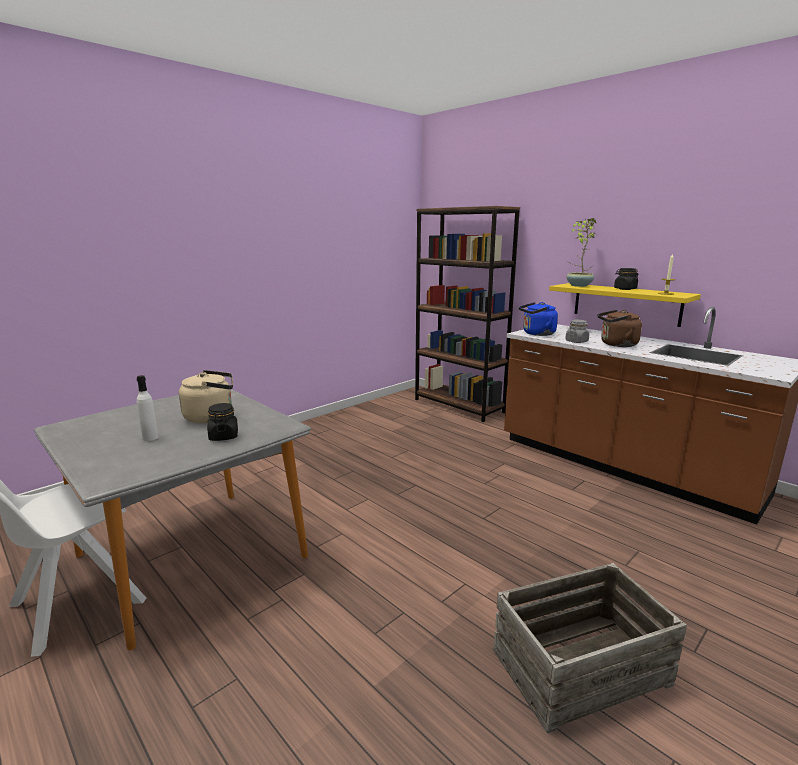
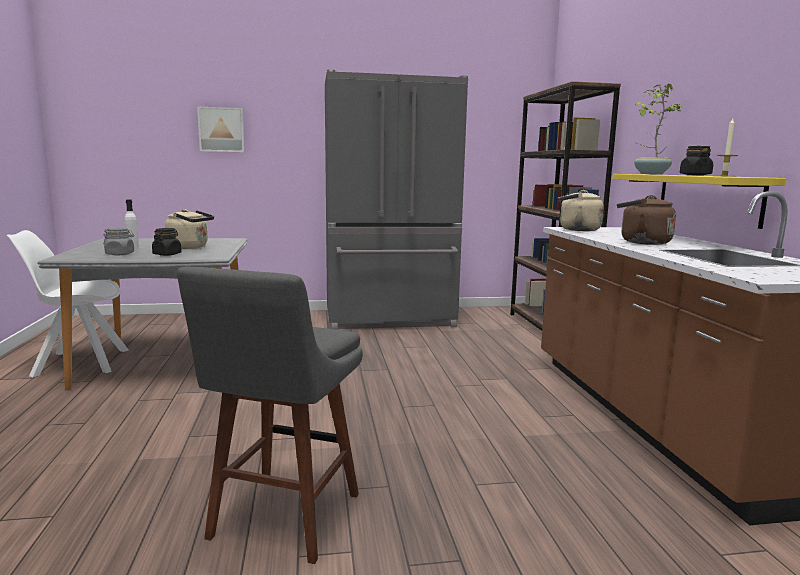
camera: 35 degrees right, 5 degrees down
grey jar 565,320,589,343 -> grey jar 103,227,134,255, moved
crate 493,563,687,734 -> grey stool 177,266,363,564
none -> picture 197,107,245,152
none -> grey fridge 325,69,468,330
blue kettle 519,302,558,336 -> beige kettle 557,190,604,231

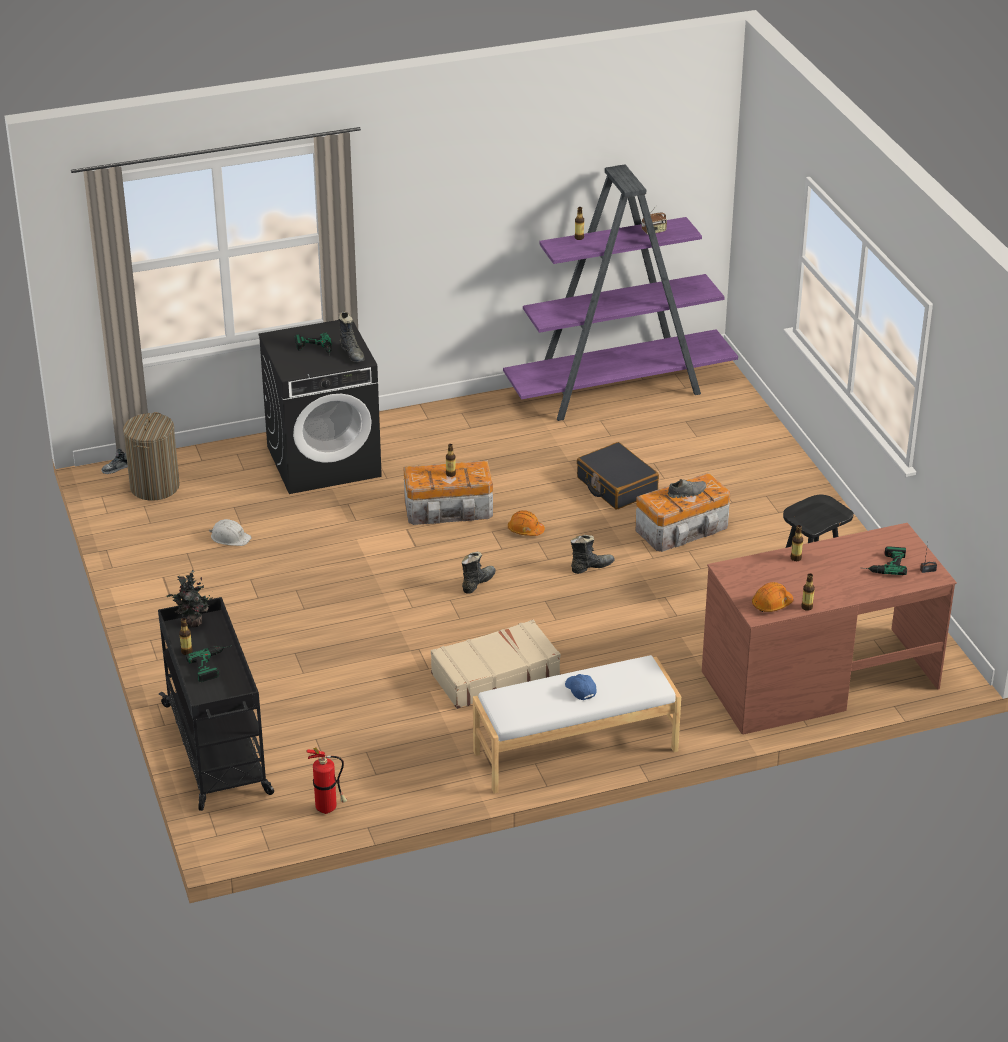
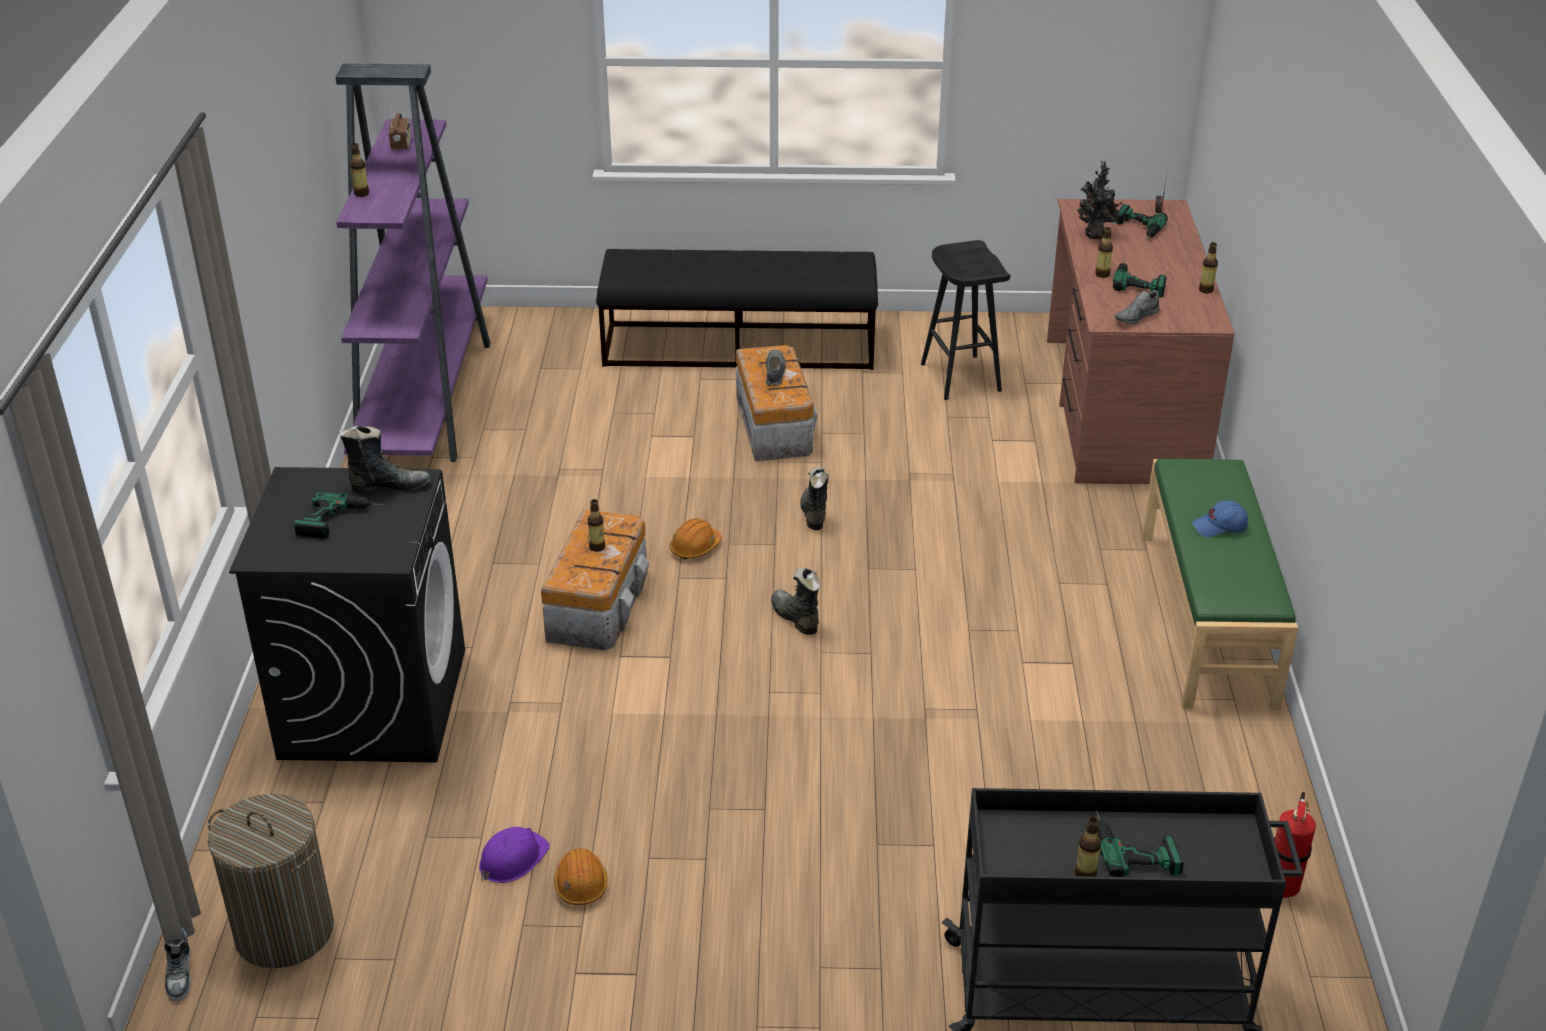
camera: 70 degrees left, 0 degrees up
white hard hat 209,519,252,546 -> purple hard hat 479,827,550,883
orange hard hat 752,582,793,612 -> orange hard hat 554,848,608,905, moved
none -> black bench 596,249,878,370
potted plant 167,570,213,628 -> potted plant 1077,161,1122,239, moved
none -> power drill 1112,260,1166,298
none -> grey shoe 1115,291,1160,325
white bench 473,655,681,794 -> green bench 1142,459,1298,710
beige suitcase 431,620,561,709 -> none
black suitcase 577,442,659,510 -> none

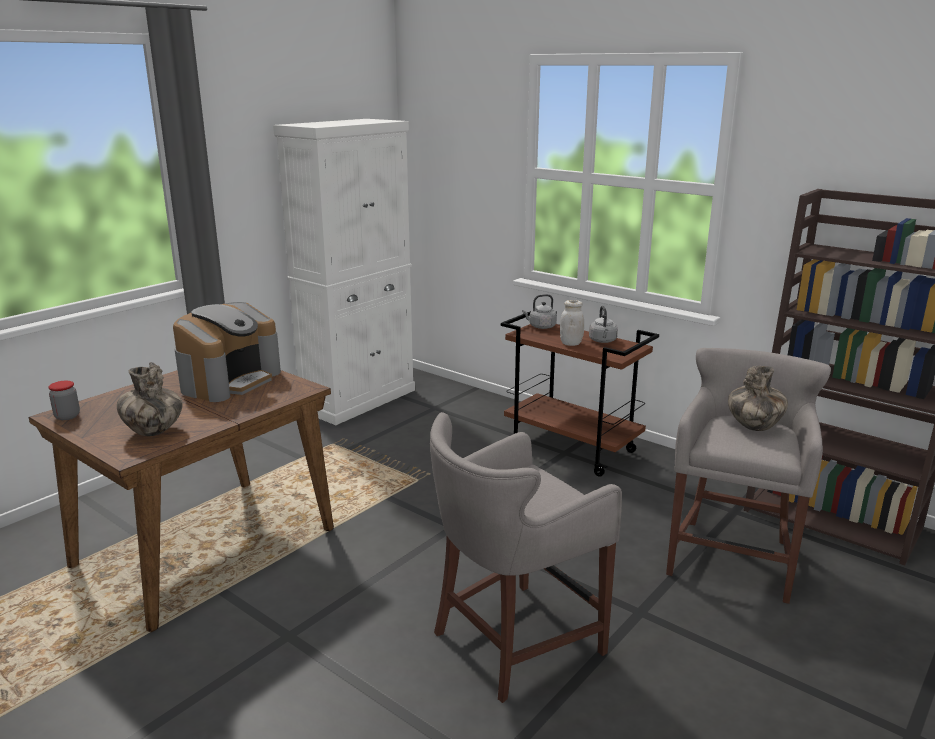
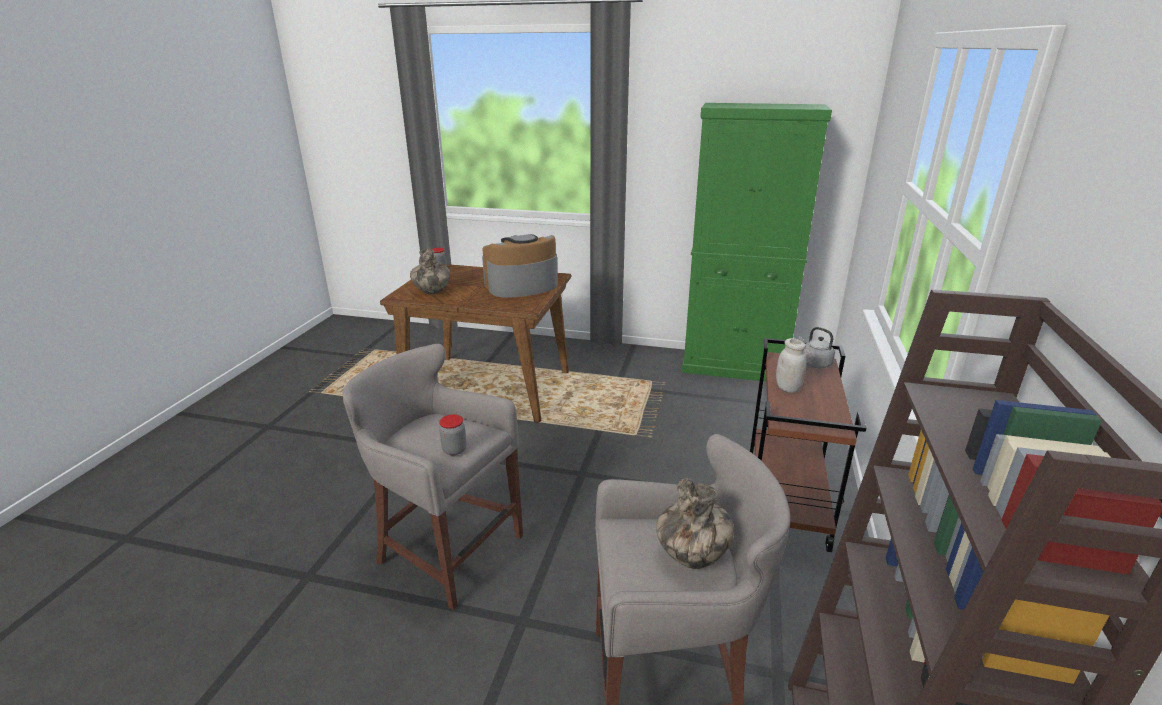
camera: 65 degrees right, 5 degrees up
none -> jar 439,414,467,455
coffee machine 173,302,281,402 -> coffee machine 482,234,558,298, 150 degrees clockwise
white cabinet 273,119,415,425 -> green cabinet 682,103,832,382
grey kettle 589,306,618,343 -> none

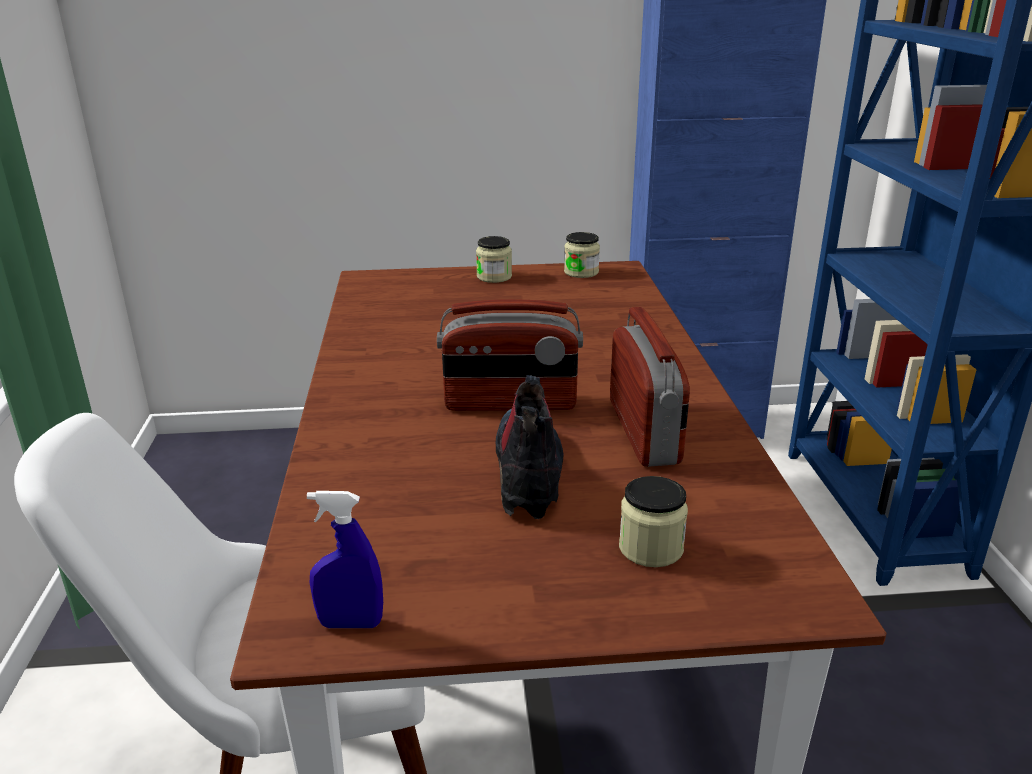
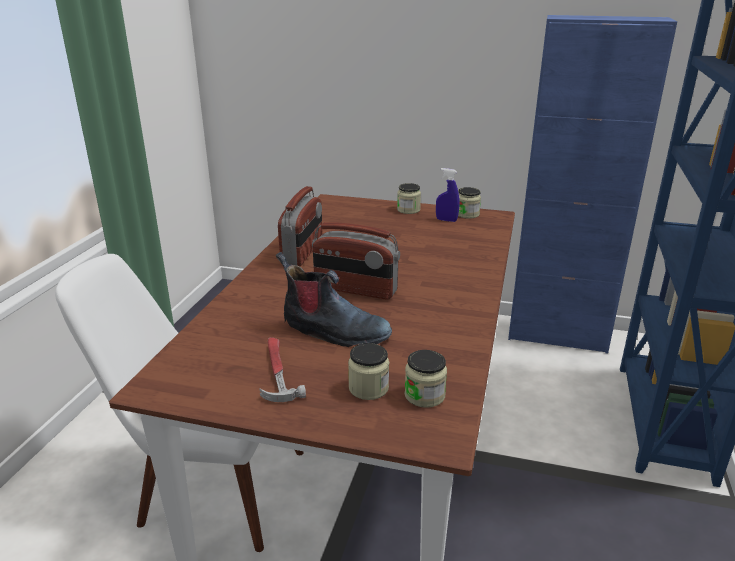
camera: 20 degrees right, 0 degrees up
none -> hammer 259,337,306,402
boot 496,375,564,519 -> boot 276,252,392,347, 90 degrees clockwise
radio 610,307,690,467 -> radio 278,186,323,266, moved
none -> jar 405,350,447,408
blue spray bottle 307,491,383,628 -> blue spray bottle 436,168,460,222, moved

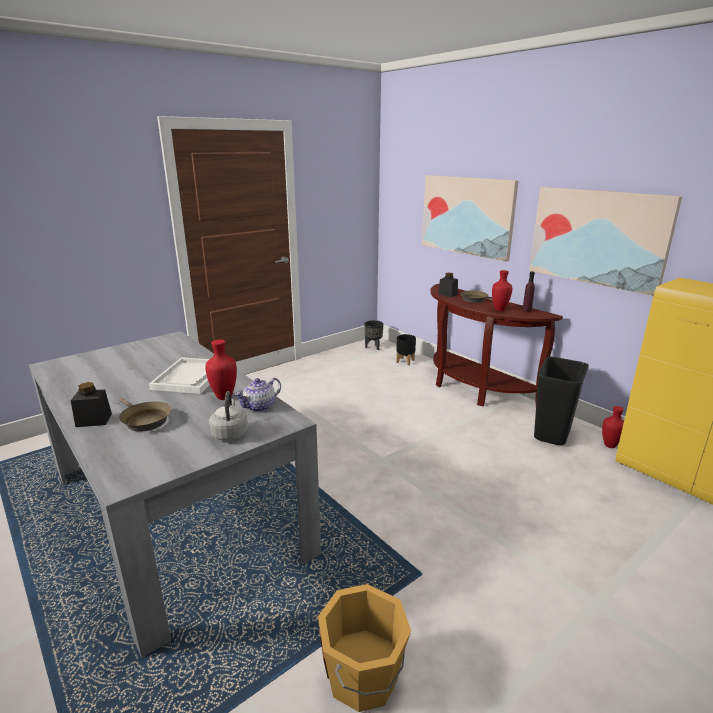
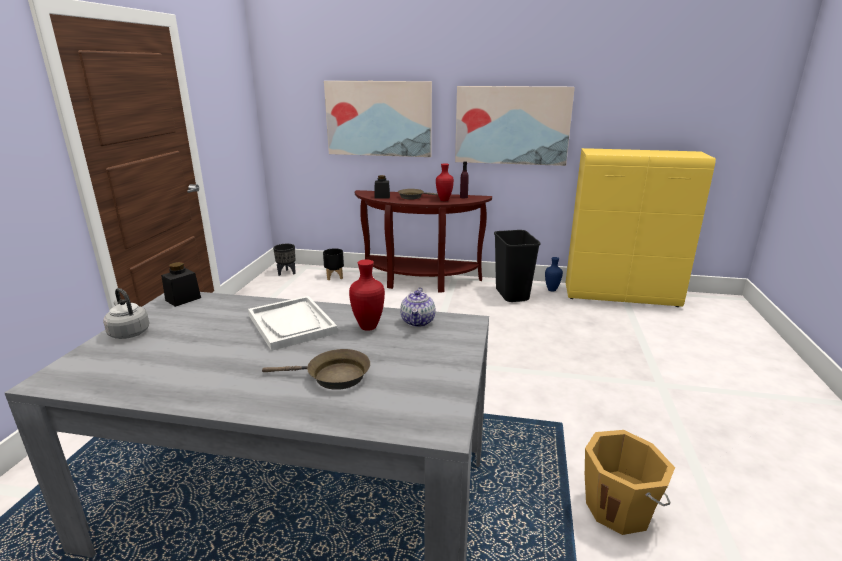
camera: 40 degrees left, 0 degrees up
grey kettle 209,391,248,441 -> grey kettle 103,288,149,339, moved
black jar 71,382,112,427 -> black jar 161,262,201,307, moved
red vase 602,406,624,448 -> blue vase 545,257,563,292

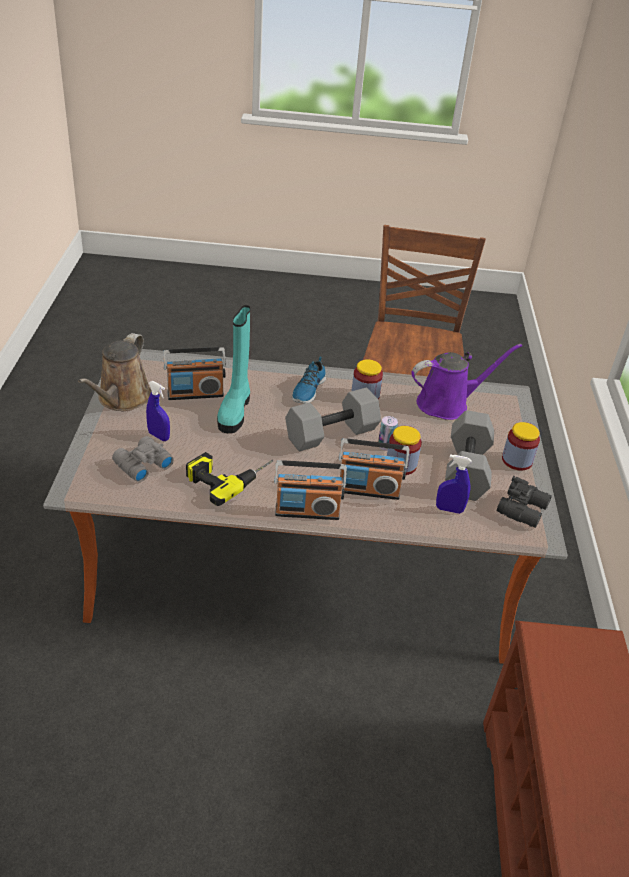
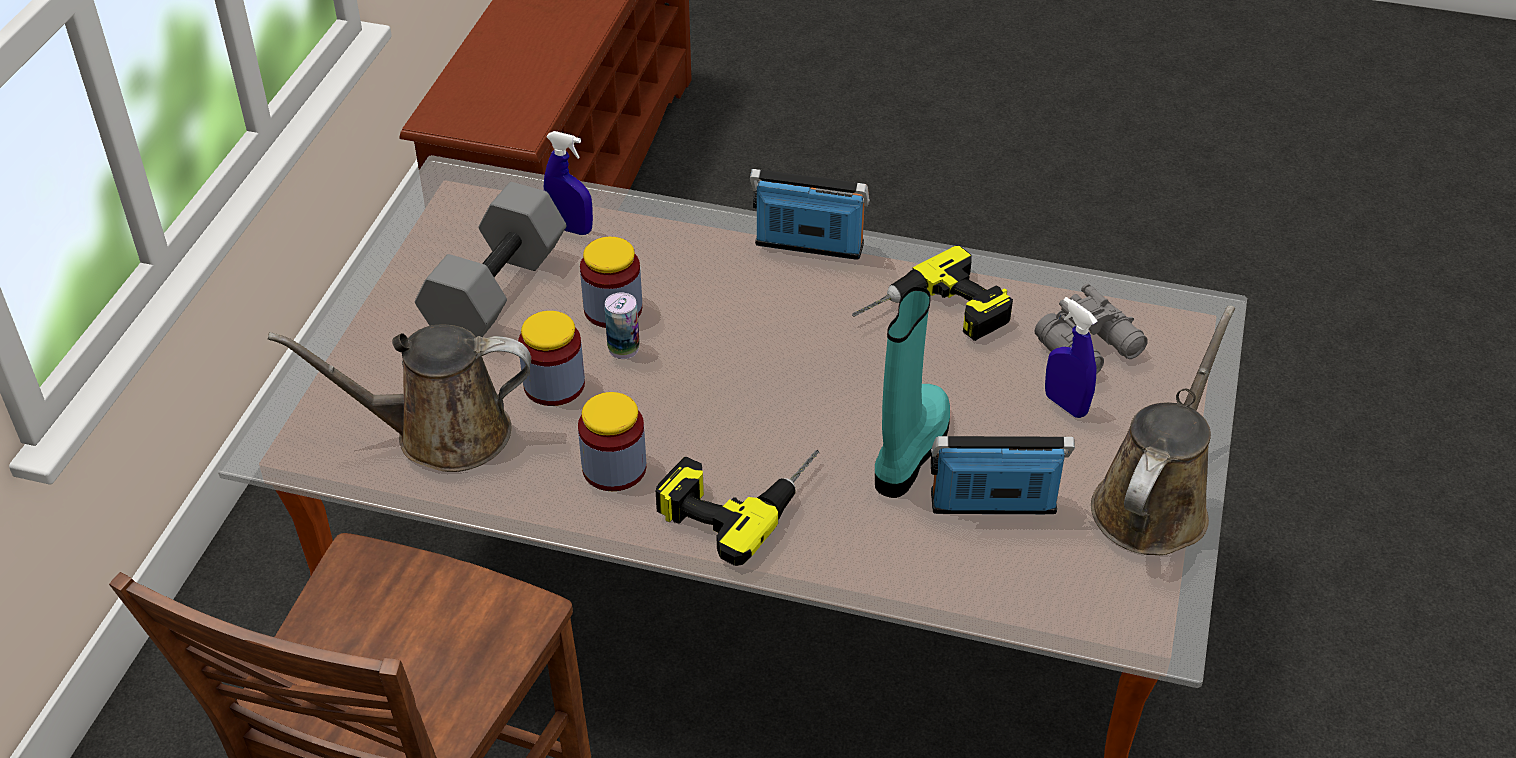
camera: 165 degrees left, 5 degrees up
purple watering can 411,344,522,420 -> brown watering can 268,324,531,472
jar 502,422,540,471 -> jar 518,311,585,406, moved
shoe 292,357,326,404 -> power drill 656,450,820,566
grey dumbbell 285,387,381,452 -> none
radio 339,438,409,500 -> none
black binoculars 497,476,552,528 -> none

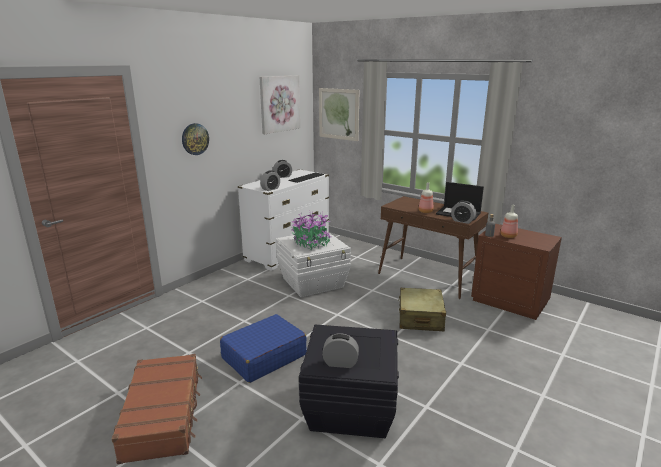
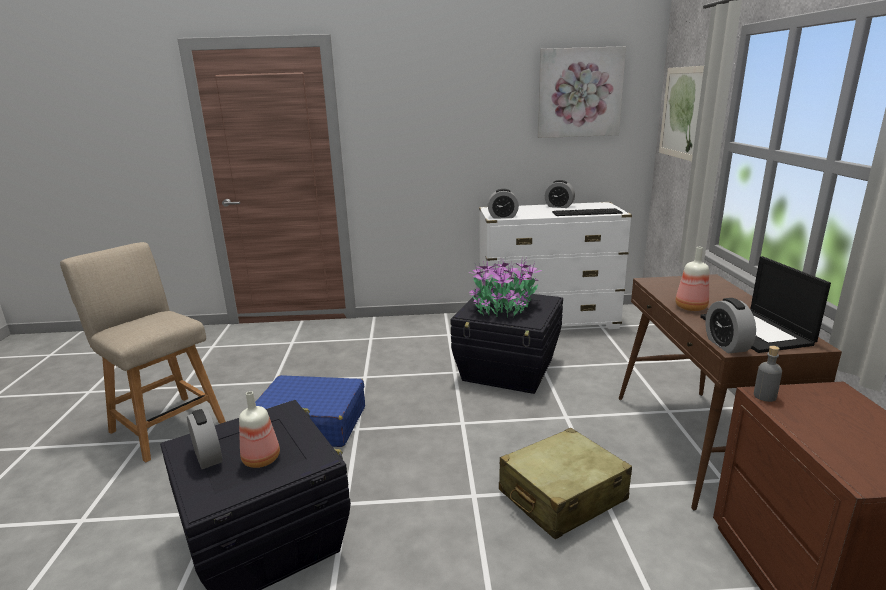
camera: 50 degrees right, 0 degrees up
brown suitcase 111,354,202,464 -> beige chair 60,242,226,462
bottle 500,205,518,238 -> bottle 239,391,280,468, moved
white storage box 276,231,351,298 -> black storage box 451,291,563,394
wall clock 182,123,209,155 -> none

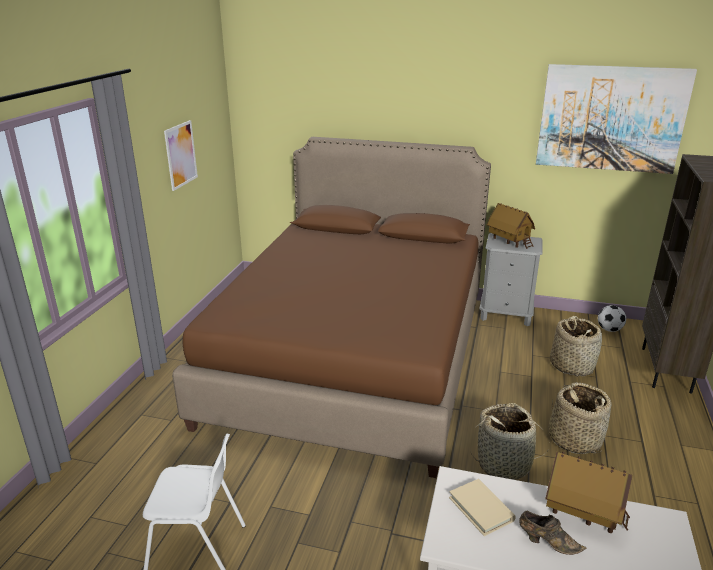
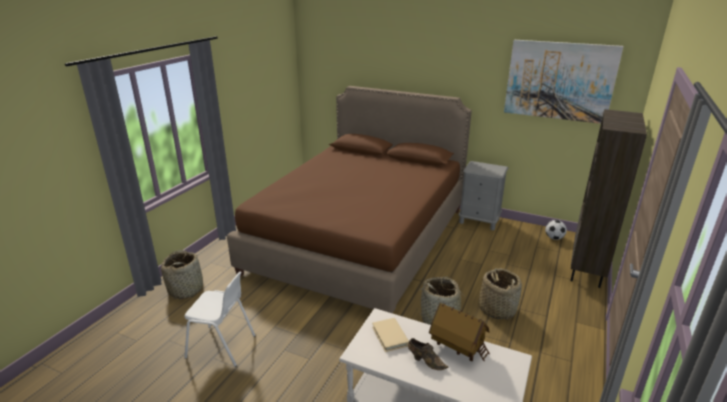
camera: 10 degrees right, 0 degrees up
basket 550,316,602,377 -> basket 161,250,203,299, moved
picture 164,120,198,191 -> none
toy house 487,203,535,249 -> none

